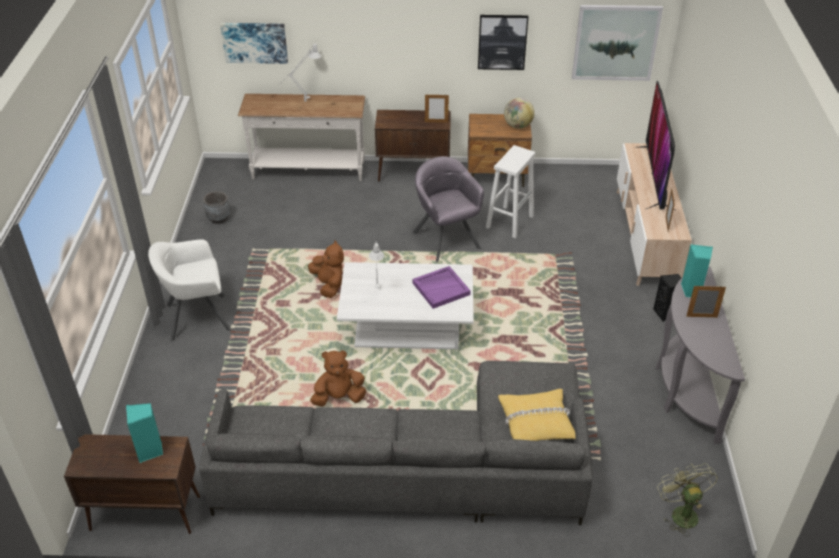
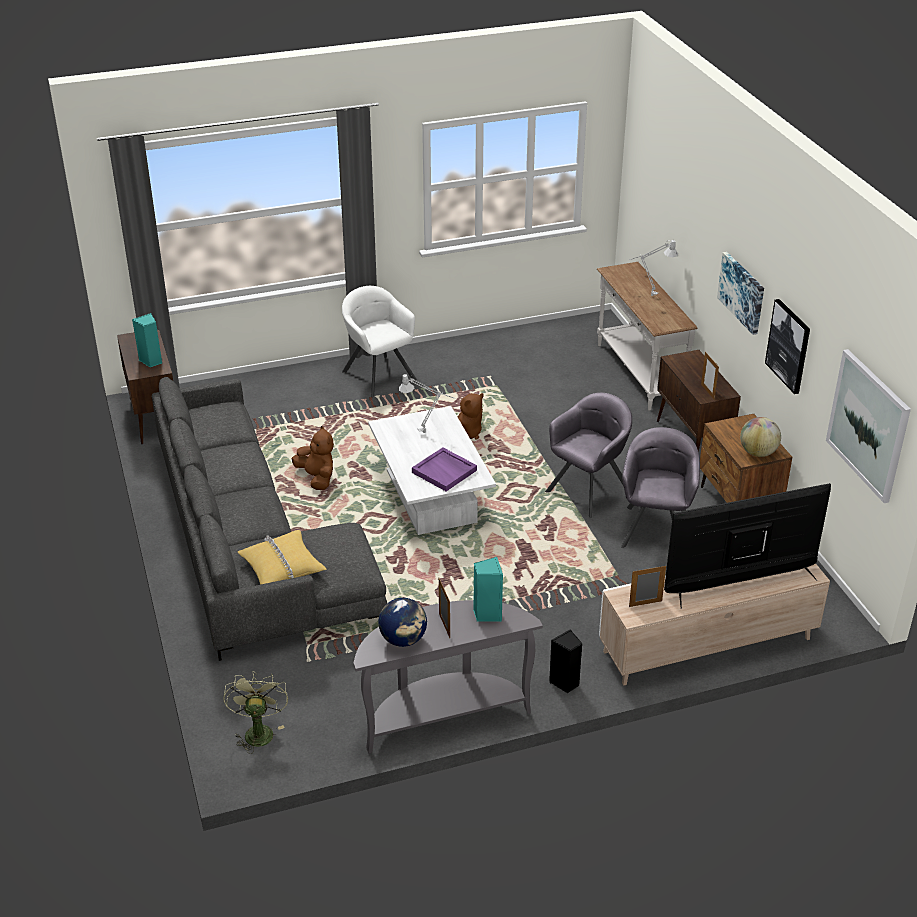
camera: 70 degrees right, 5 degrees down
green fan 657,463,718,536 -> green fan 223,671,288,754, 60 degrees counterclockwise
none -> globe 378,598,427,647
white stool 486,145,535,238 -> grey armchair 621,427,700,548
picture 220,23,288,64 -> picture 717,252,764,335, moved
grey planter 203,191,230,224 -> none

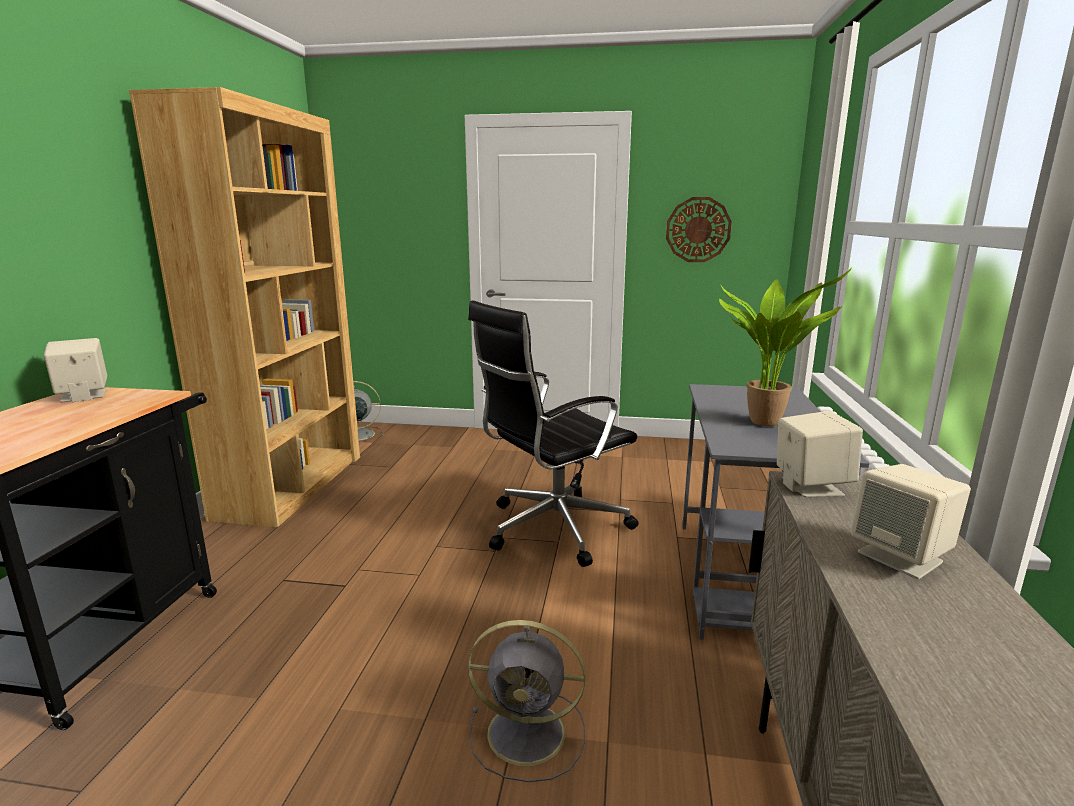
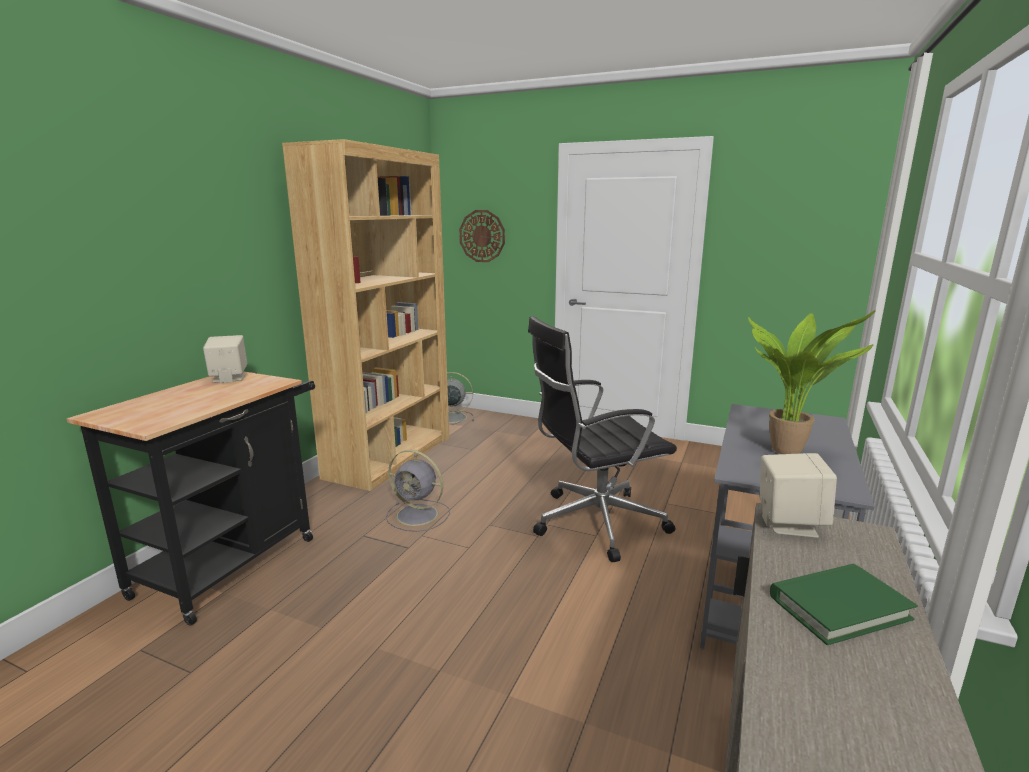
camera: 15 degrees right, 0 degrees up
grey fan 468,620,585,782 -> grey fan 386,450,450,532, moved
wall clock 666,197,732,262 -> wall clock 459,210,505,262, moved
beige speaker 850,464,971,579 -> green book 770,564,918,645

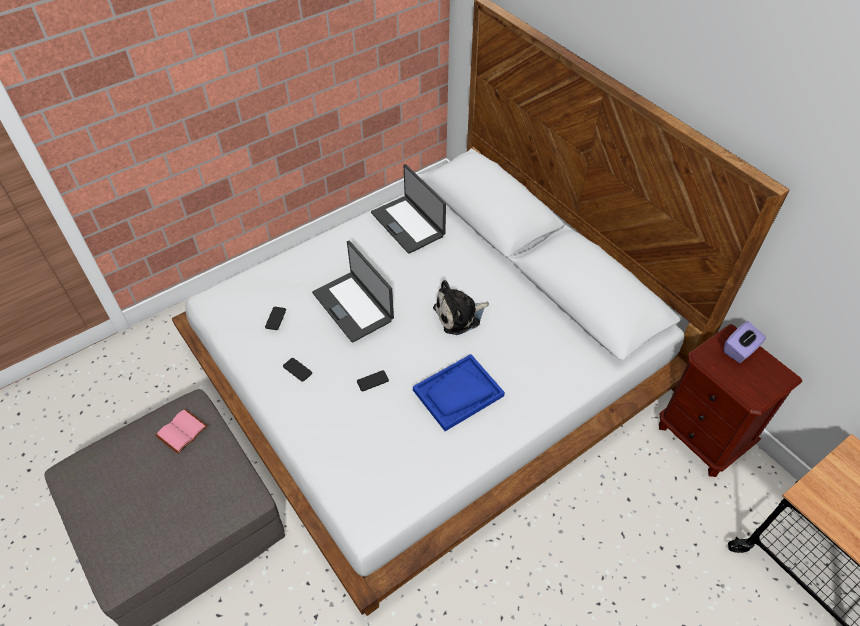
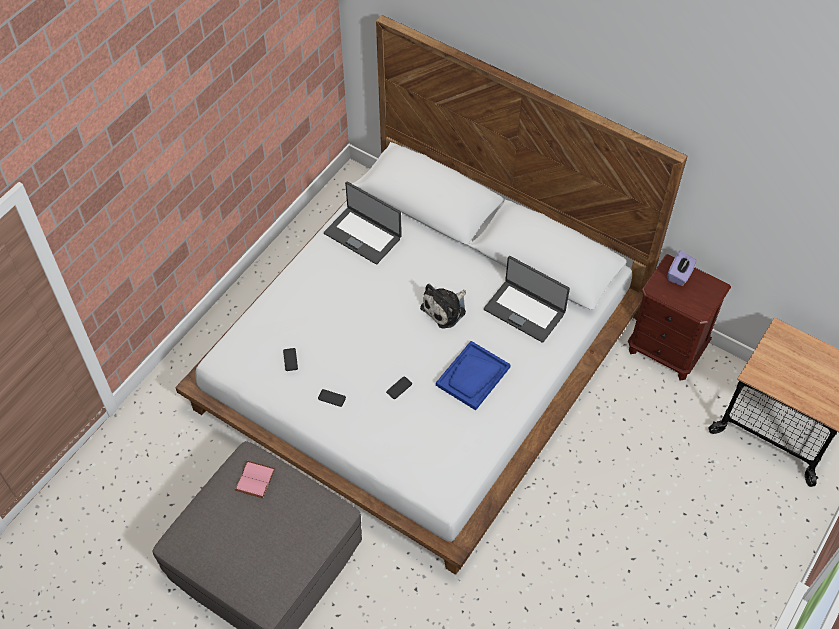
camera: 20 degrees left, 5 degrees up
laptop 312,241,394,343 -> laptop 484,256,570,343, moved

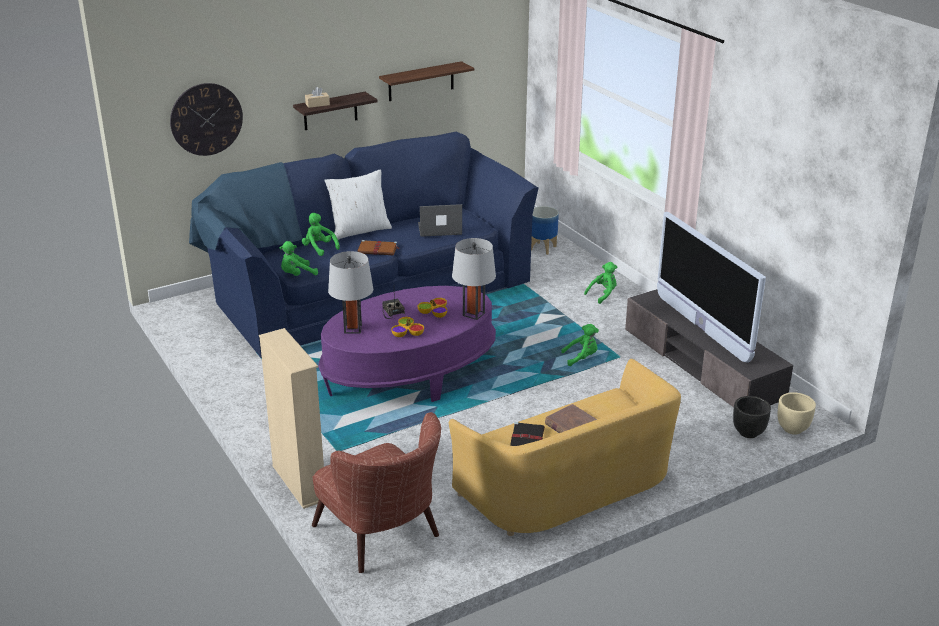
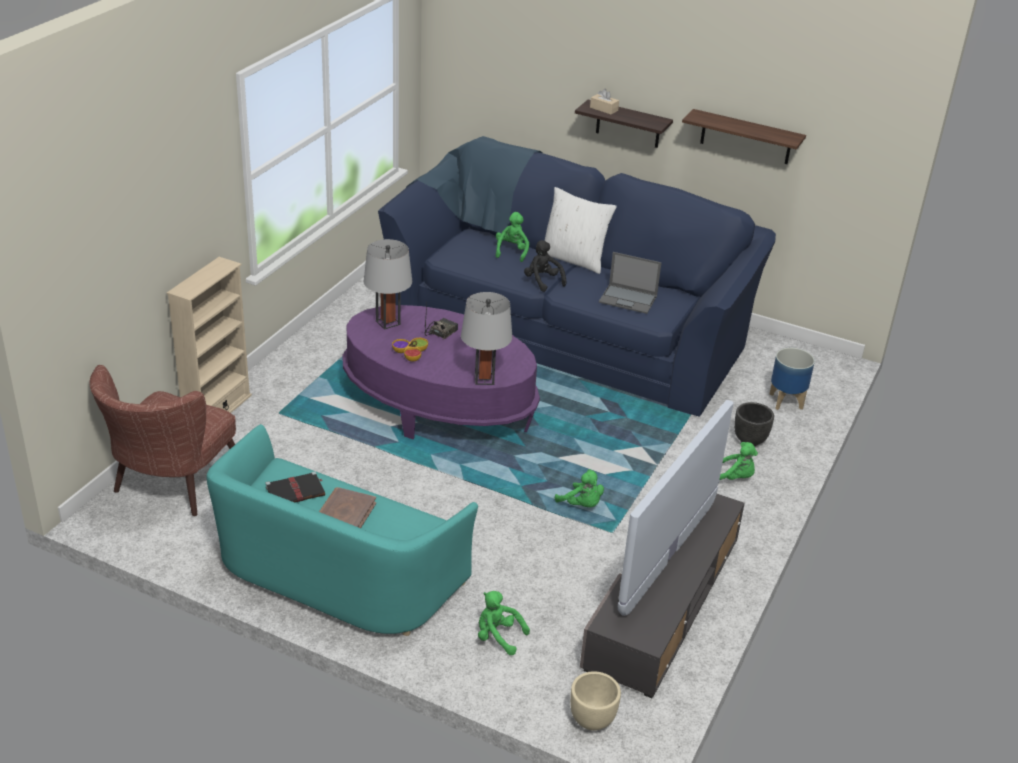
camera: 55 degrees right, 5 degrees up
yellow sofa 449,359,681,536 -> turquoise sofa 207,424,478,636
green plush toy 280,241,318,276 -> green plush toy 478,591,530,655, moved
brown book 357,240,399,255 -> black plush toy 524,240,567,292
laptop 418,204,462,237 -> laptop 599,252,662,314, 150 degrees clockwise
black planter 733,396,771,438 -> black planter 734,402,774,446, moved
wall clock 170,83,243,156 -> none
bowl 418,298,447,318 -> none

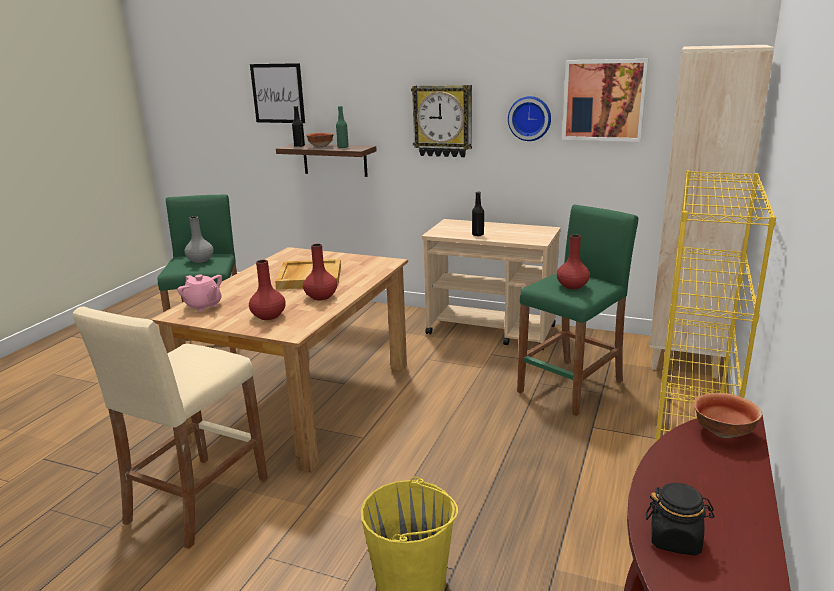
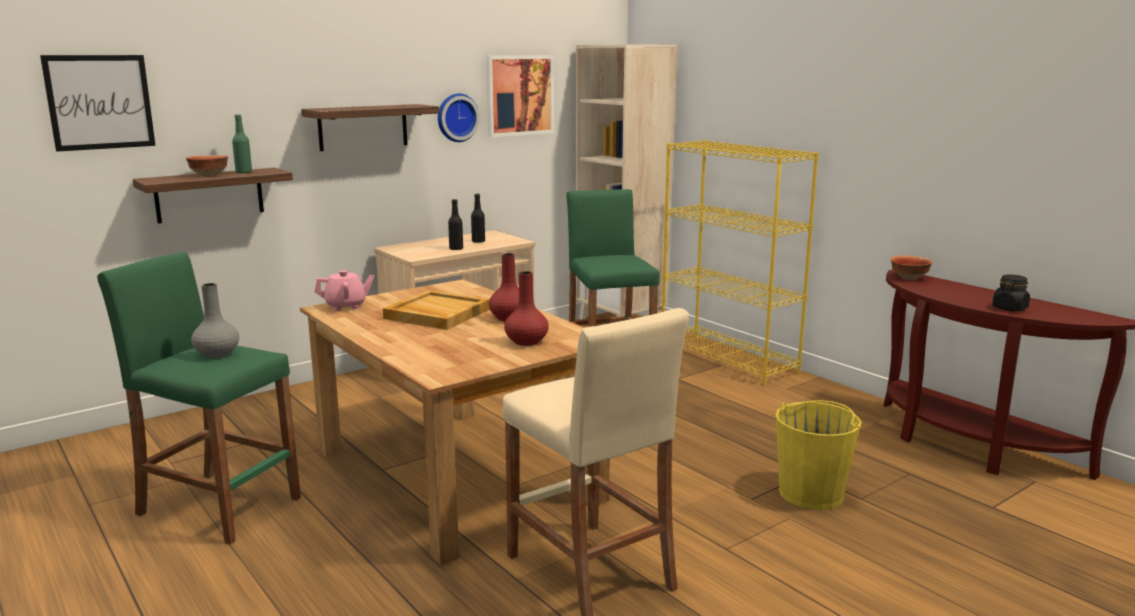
camera: 60 degrees left, 5 degrees down
wall clock 411,85,472,157 -> shelf 301,104,439,151
pink teapot 177,275,222,312 -> pink teapot 315,270,374,311, moved
black bottle 292,106,305,147 -> black bottle 471,193,485,243, moved
red vase 557,234,590,289 -> none

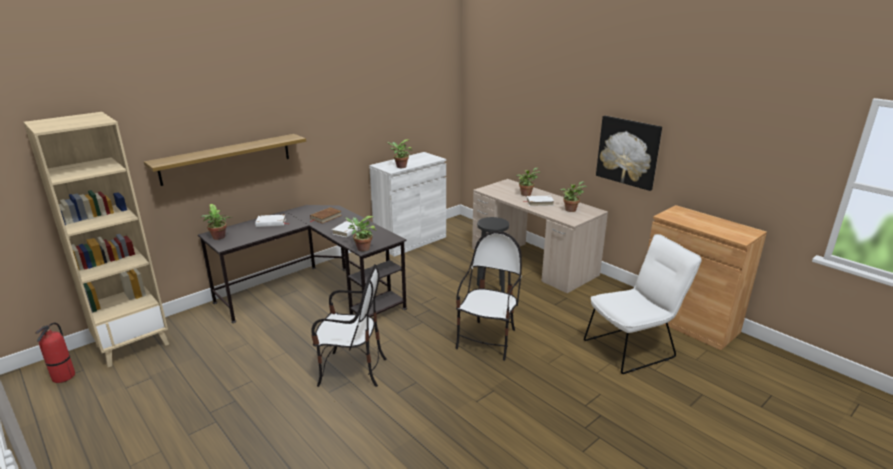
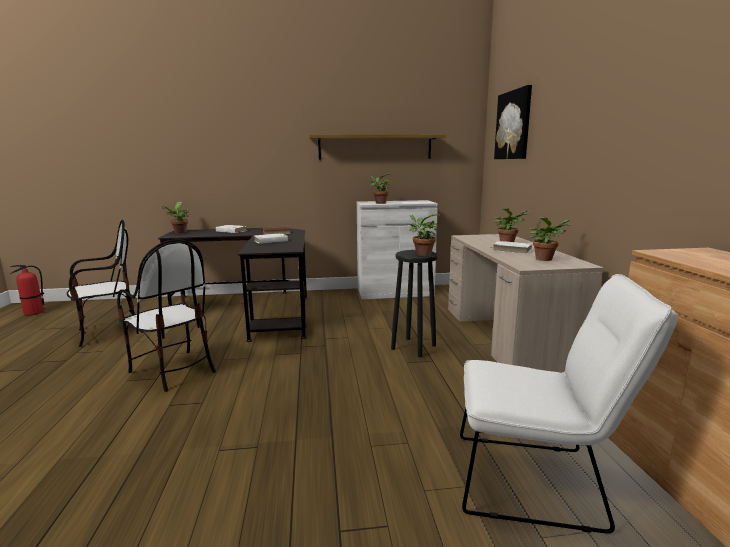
camera: 35 degrees right, 10 degrees down
chair 456,231,522,361 -> chair 67,220,143,347, moved
shelf 144,134,306,186 -> shelf 309,134,445,160, moved
potted plant 345,216,376,251 -> potted plant 407,214,439,256, moved
picture 596,116,662,191 -> picture 494,85,532,159, moved
beige bookcase 24,112,169,367 -> none

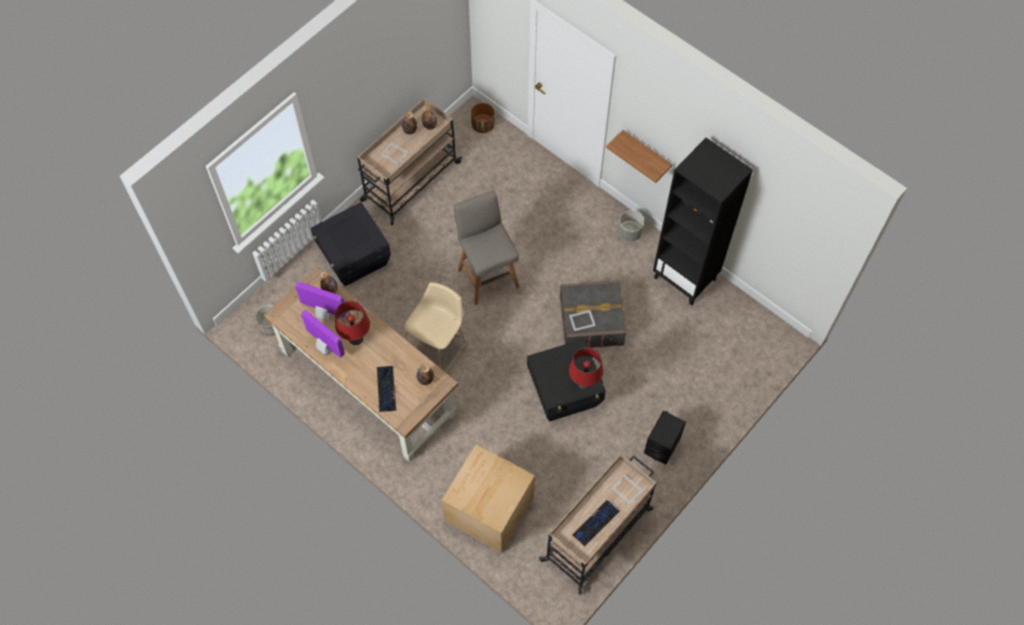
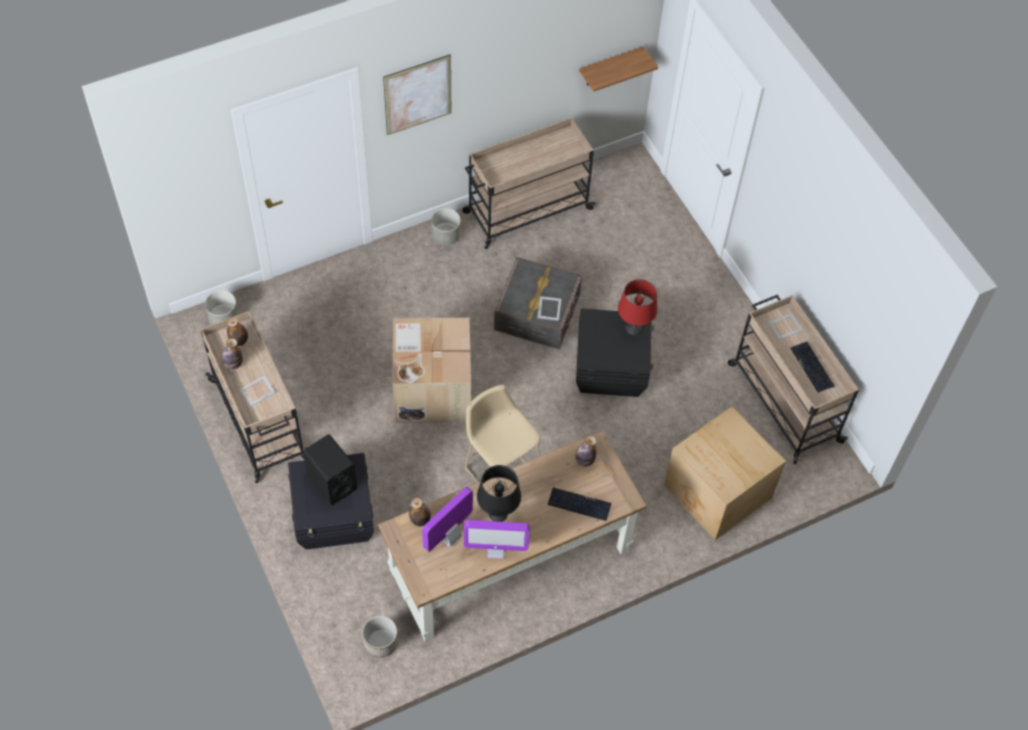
camera: 70 degrees left, 5 degrees down
brown planter 471,103,495,133 -> grey planter 205,290,239,325
black speaker 644,411,686,465 -> black speaker 303,434,357,505, moved
none -> picture 383,54,451,135
grey stool 454,190,519,305 -> cardboard box 393,318,471,423
black bookcase 653,138,753,306 -> beige cart 462,117,596,249
monitor 301,310,345,358 -> monitor 464,520,530,559, 150 degrees counterclockwise
red table lamp 335,301,370,345 -> black table lamp 477,465,521,522
shelf 606,130,673,183 -> shelf 579,46,658,92, moved

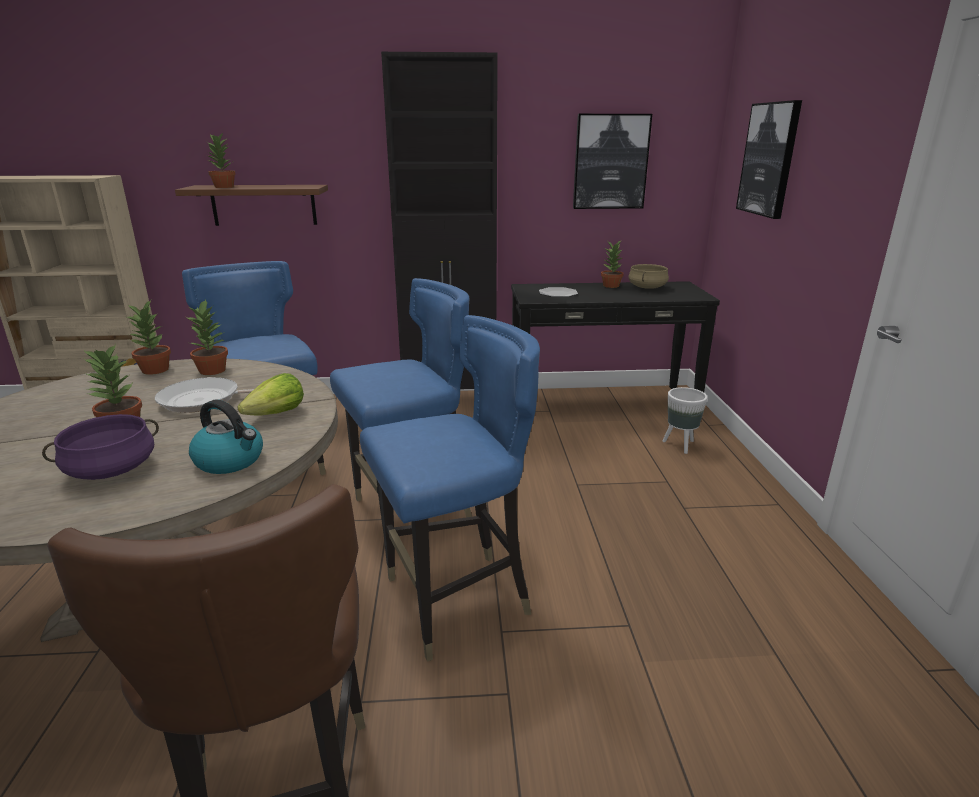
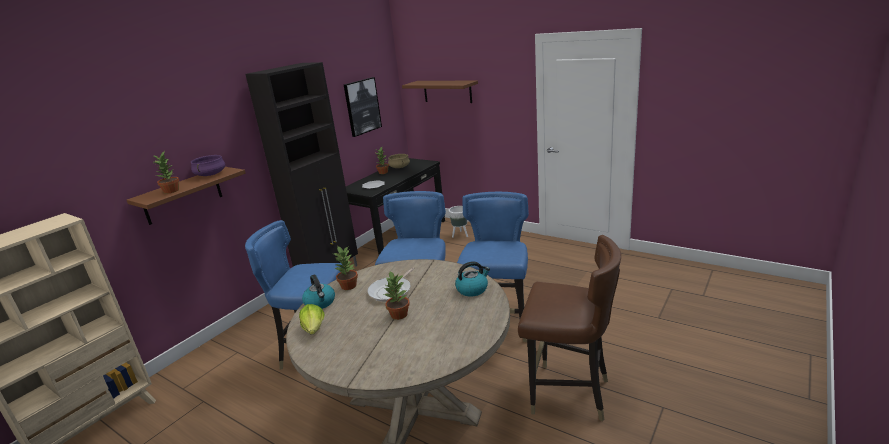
camera: 50 degrees left, 0 degrees up
purple cooking pot 42,414,159,480 -> purple cooking pot 191,155,225,176, moved
lettuce 237,373,304,415 -> lettuce 299,304,324,335, moved
potted plant 125,301,171,375 -> kettle 302,274,335,309
picture 736,100,802,219 -> brown shelf 402,81,478,103

